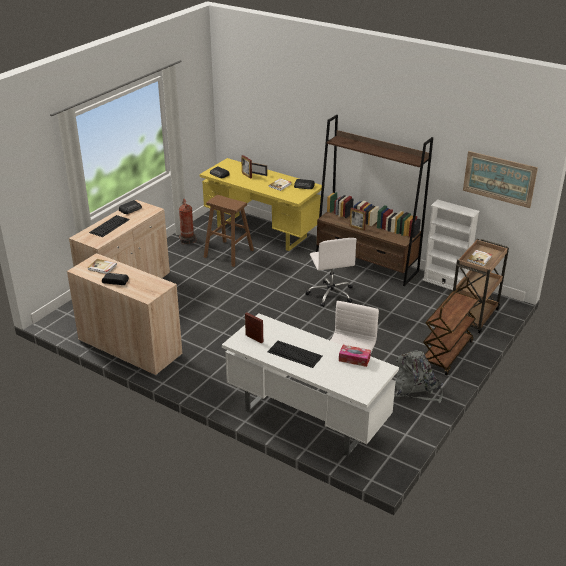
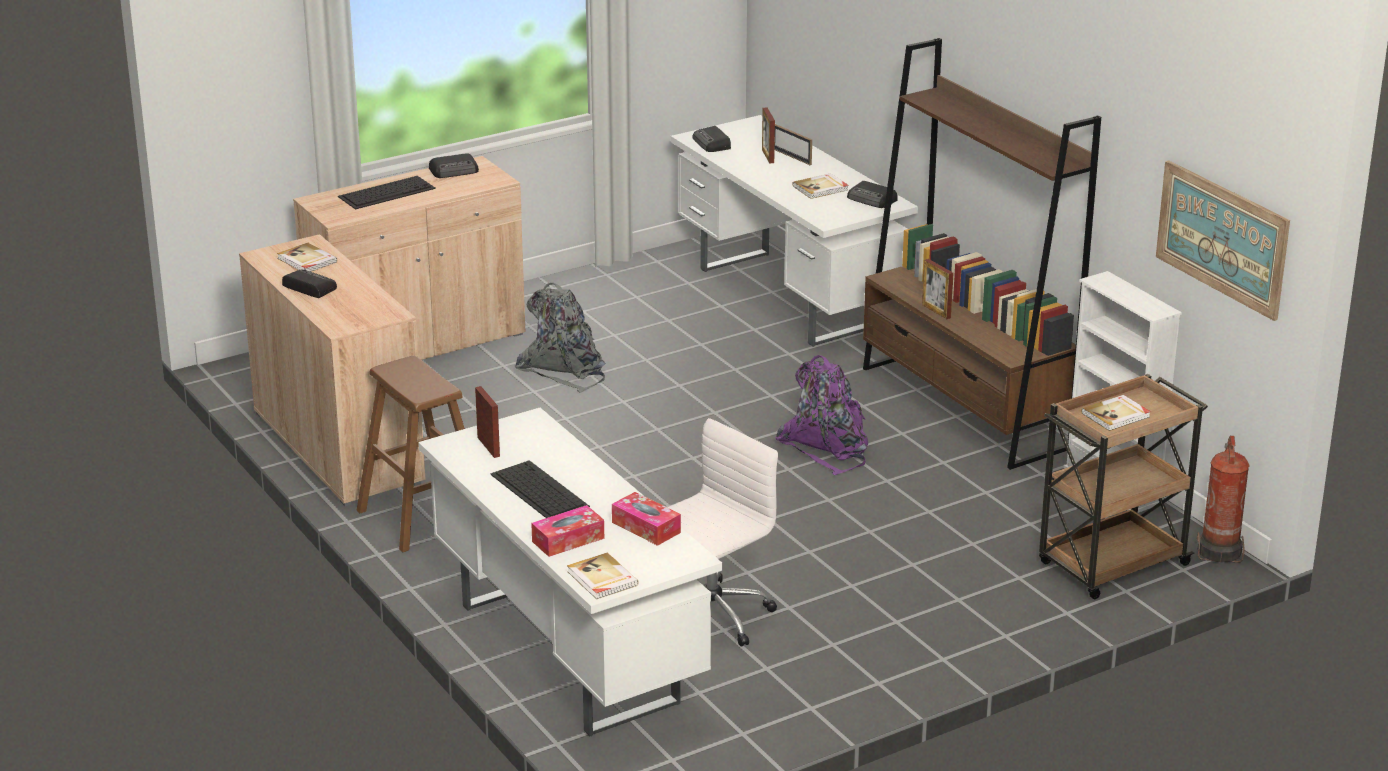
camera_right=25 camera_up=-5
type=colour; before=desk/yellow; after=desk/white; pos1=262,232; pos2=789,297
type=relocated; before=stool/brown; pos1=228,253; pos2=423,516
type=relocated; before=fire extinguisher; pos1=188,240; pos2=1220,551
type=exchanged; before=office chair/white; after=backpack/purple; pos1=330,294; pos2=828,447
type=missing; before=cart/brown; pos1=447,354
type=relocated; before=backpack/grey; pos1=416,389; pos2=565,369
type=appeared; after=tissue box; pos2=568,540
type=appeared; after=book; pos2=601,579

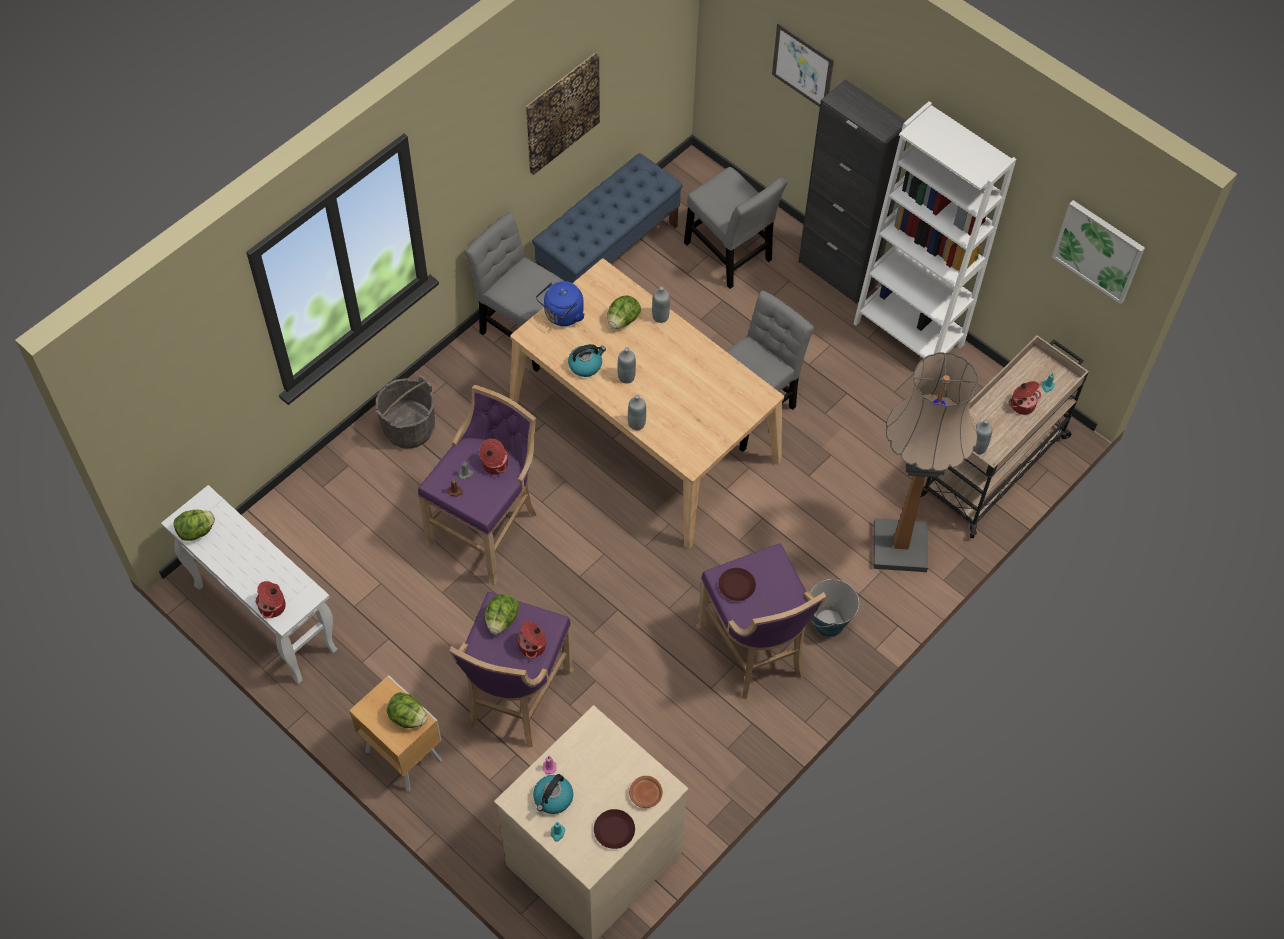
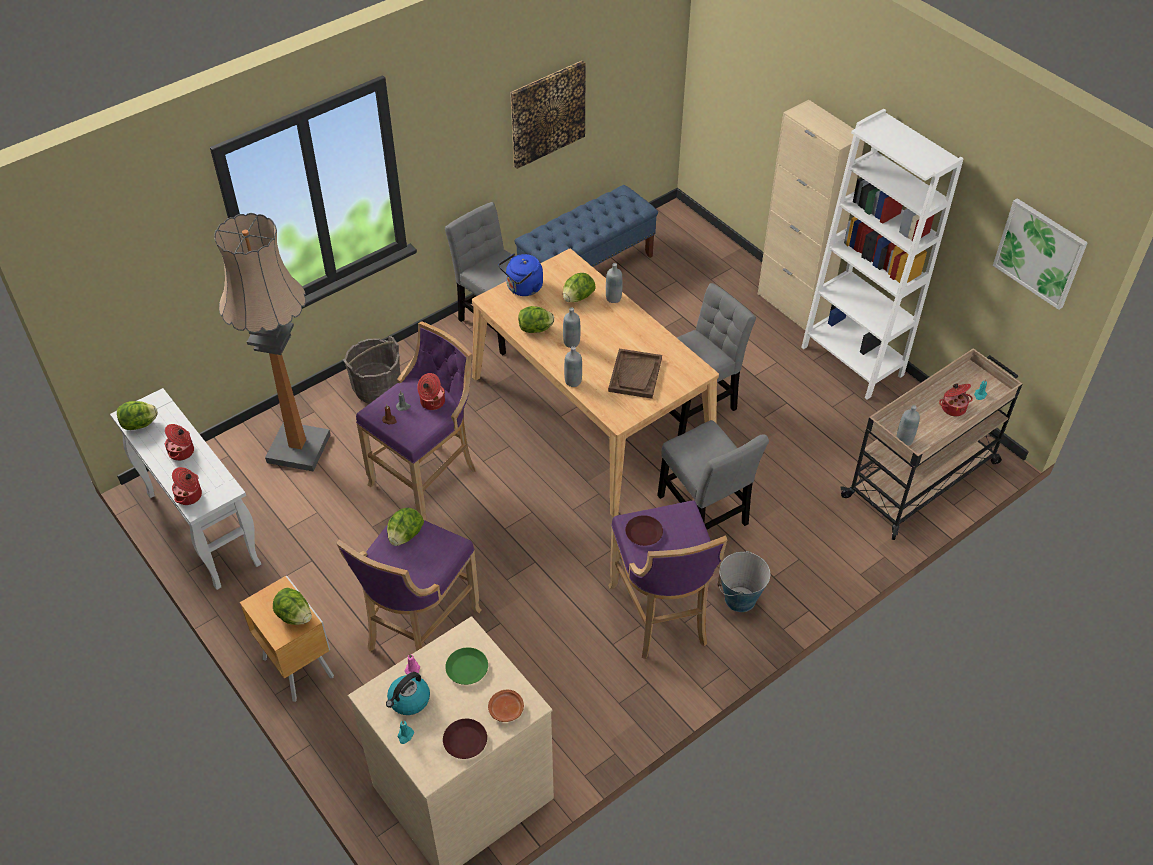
camera_right=10 camera_up=-10
type=missing; before=picture; pos1=802,66
type=colour; before=cabinet/black; after=cabinet/beige; pos1=838,273; pos2=792,306
type=relocated; before=chair/grey; pos1=730,255; pos2=704,514
type=exchanged; before=kettle; after=lettuce; pos1=586,365; pos2=535,329
type=relocated; before=floor lamp; pos1=899,547; pos2=298,448
type=relocated; before=cooking pot; pos1=533,646; pos2=182,452
type=appeared; after=tray/brown; pos2=635,375
type=appeared; after=plate/green; pos2=467,668

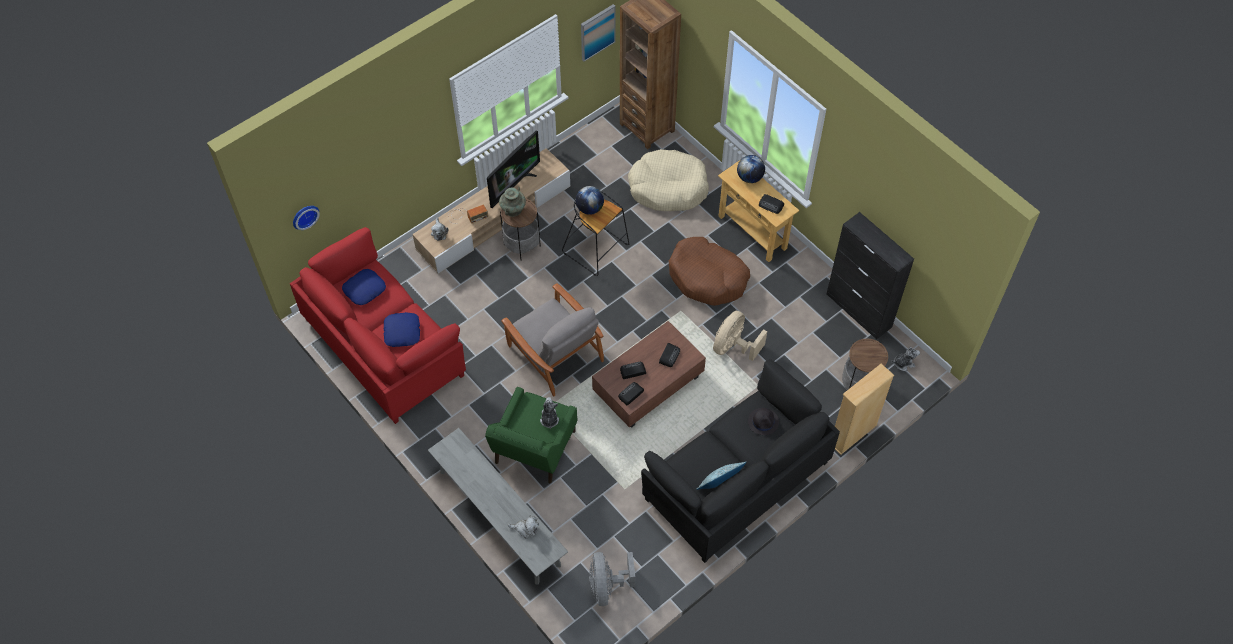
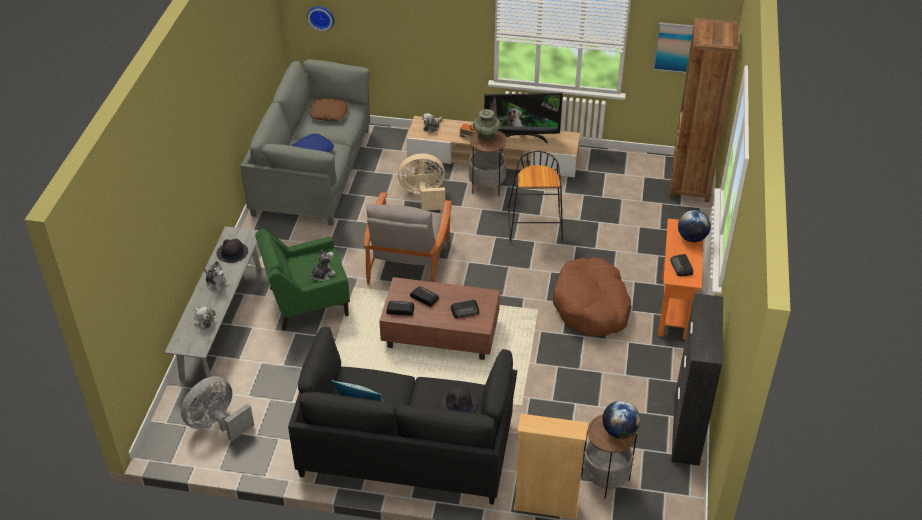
camera_right=50 camera_up=-15
type=missing; before=dog bed/beige; pos1=668,187
type=colour; before=console table/beige; after=console table/orange; pos1=752,232; pos2=674,307
type=relocated; before=globe; pos1=590,208; pos2=619,431
type=colour; before=sofa/red; after=sofa/grey; pos1=384,346; pos2=313,172
type=colour; before=pillow/blue; after=pillow/brown; pos1=364,289; pos2=329,113
type=relocated; before=fan/beige; pos1=733,347; pos2=424,196
type=relocated; before=plush toy; pos1=903,363; pos2=217,283
type=appeared; after=hat/black; pos2=232,253

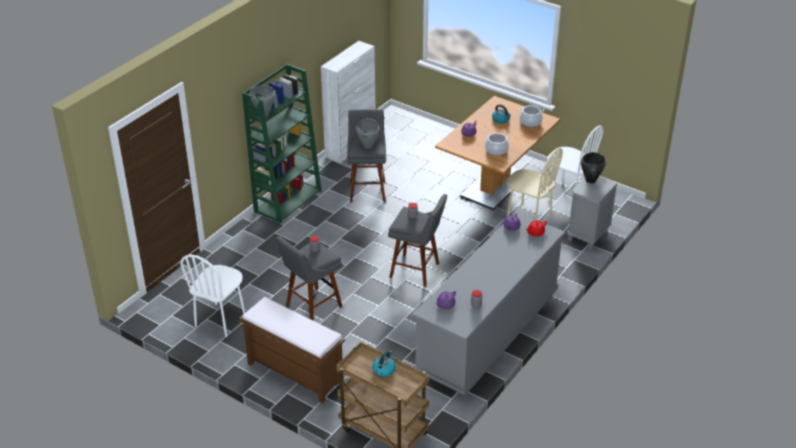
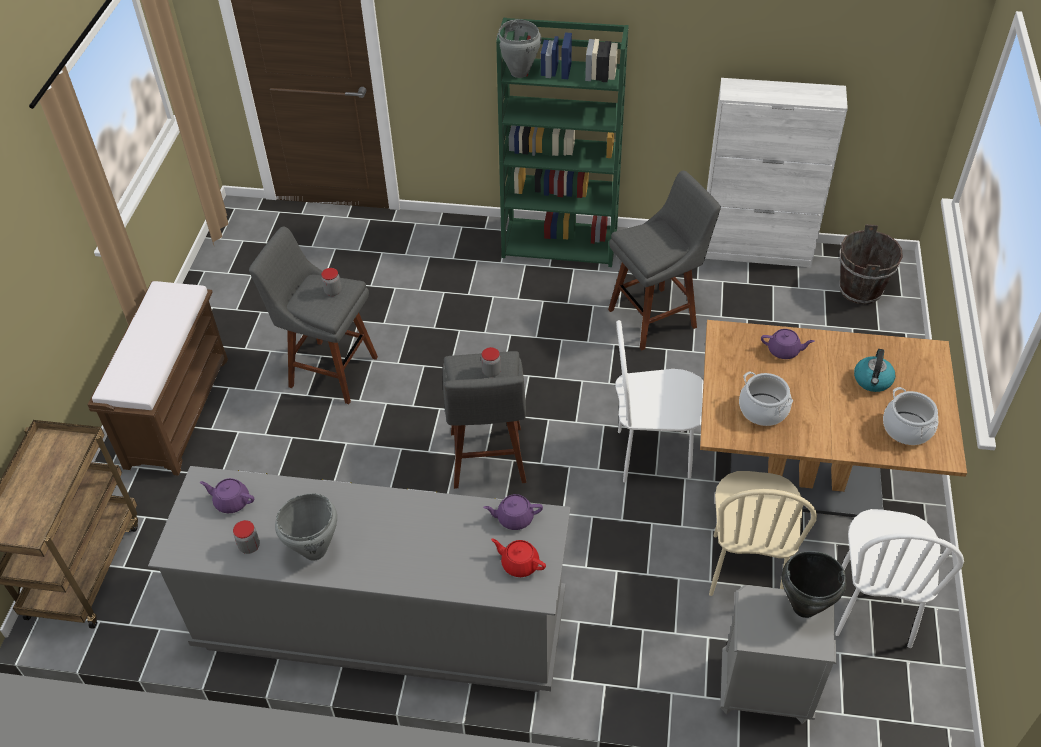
camera_right=65 camera_up=10
type=relocated; before=cooking pot/grey; pos1=368,146; pos2=315,551
type=relocated; before=chair/white; pos1=220,320; pos2=653,454
type=missing; before=kettle; pos1=384,370
type=appeared; after=bucket/brown; pos2=860,290

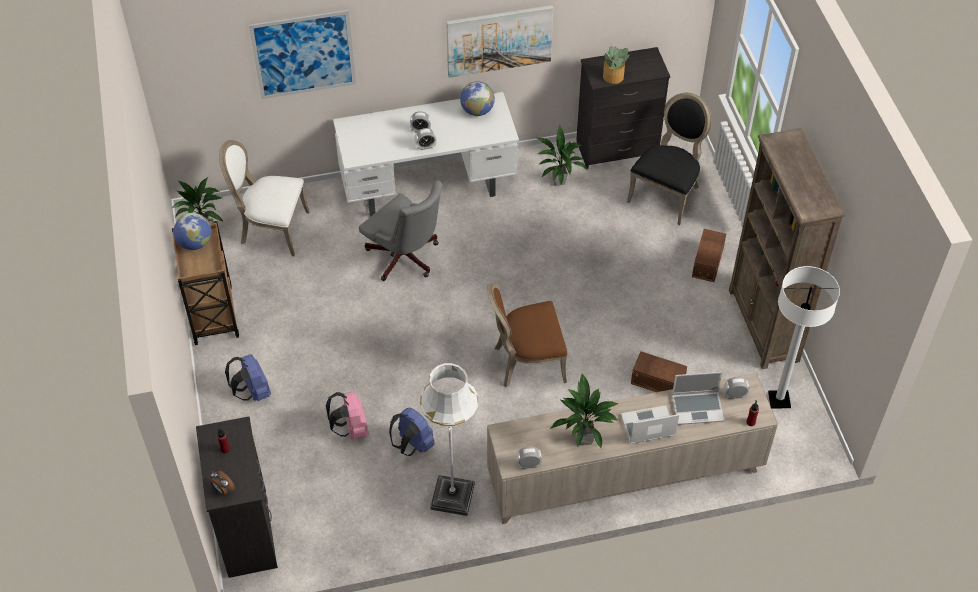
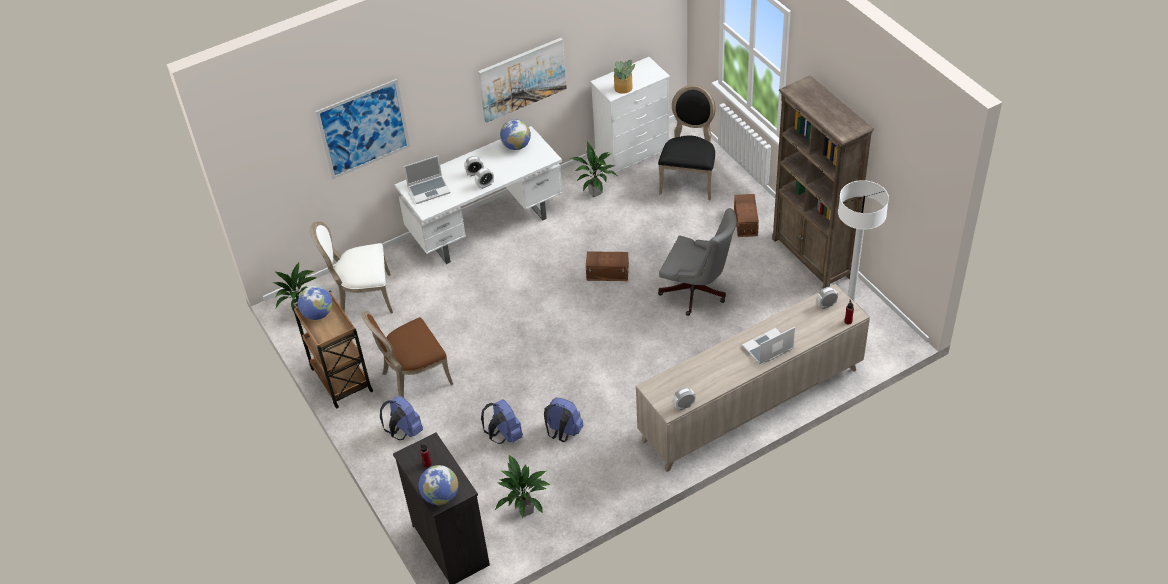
camera_right=-15 camera_up=-5
type=colour; before=dresser/black; after=dresser/white; pos1=618,149; pos2=633,155
type=relocated; before=office chair/grey; pos1=406,259; pos2=697,293
type=relocated; before=chair/brown; pos1=526,362; pos2=413,377
type=relocated; before=storage box/brown; pos1=657,381; pos2=607,272
type=missing; before=floor lamp/white; pos1=452,496
type=relocated; before=laptop; pos1=698,408; pos2=429,190
type=relocated; before=potted plant; pos1=585,438; pos2=526,510
type=colour; before=backpack/pink; after=backpack/blue; pos1=351,429; pos2=504,435
type=exchanged; before=alarm clock; after=globe; pos1=223,490; pos2=440,496

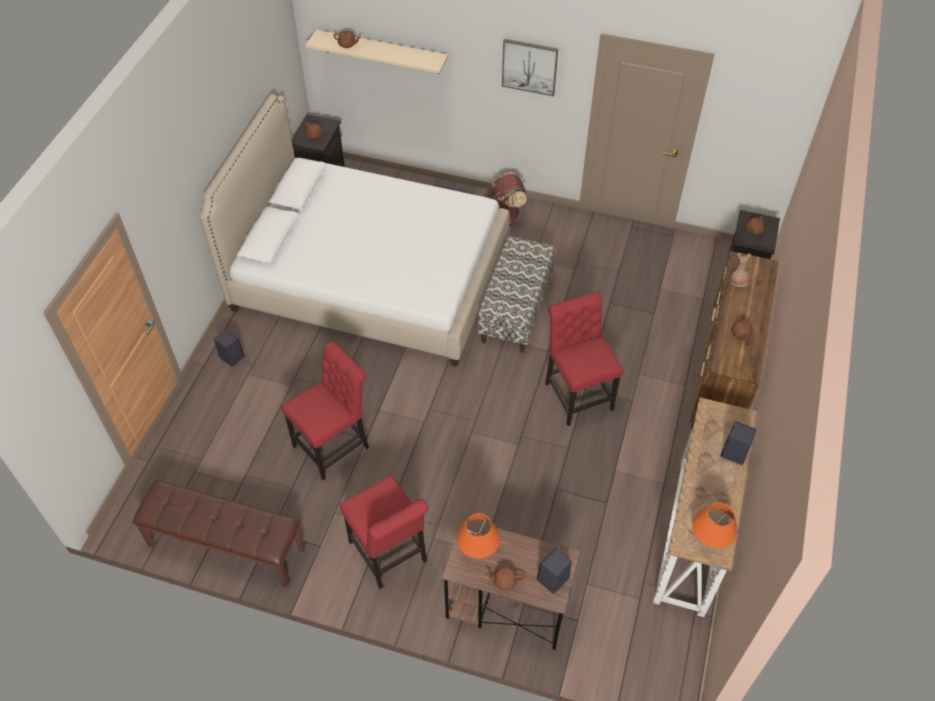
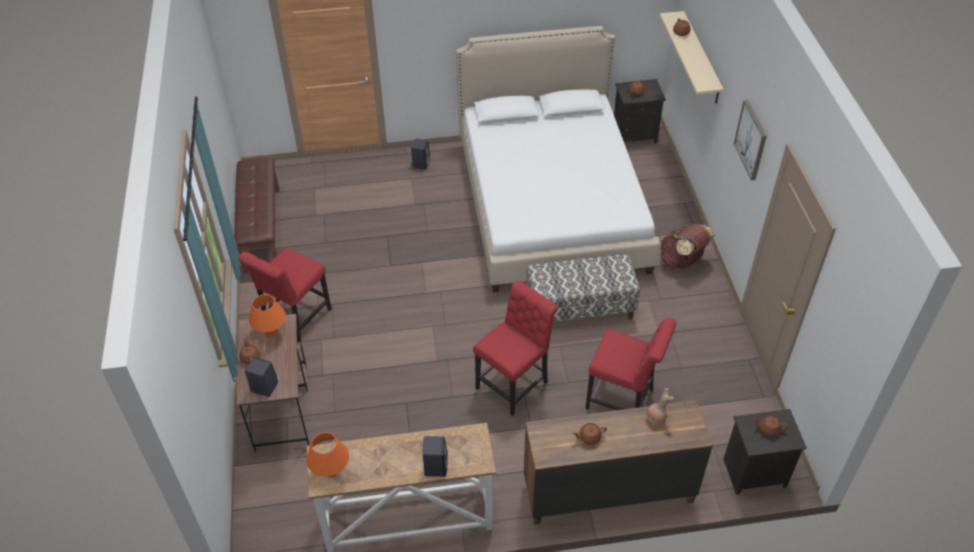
camera_right=65 camera_up=-5
type=relocated; before=chair/red; pos1=334,445; pos2=623,400

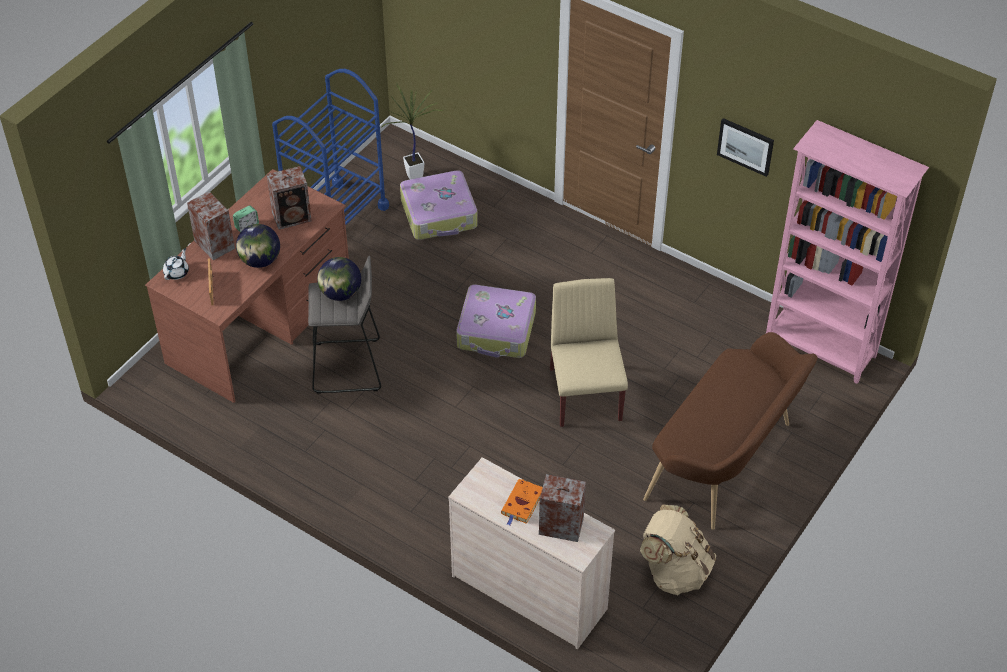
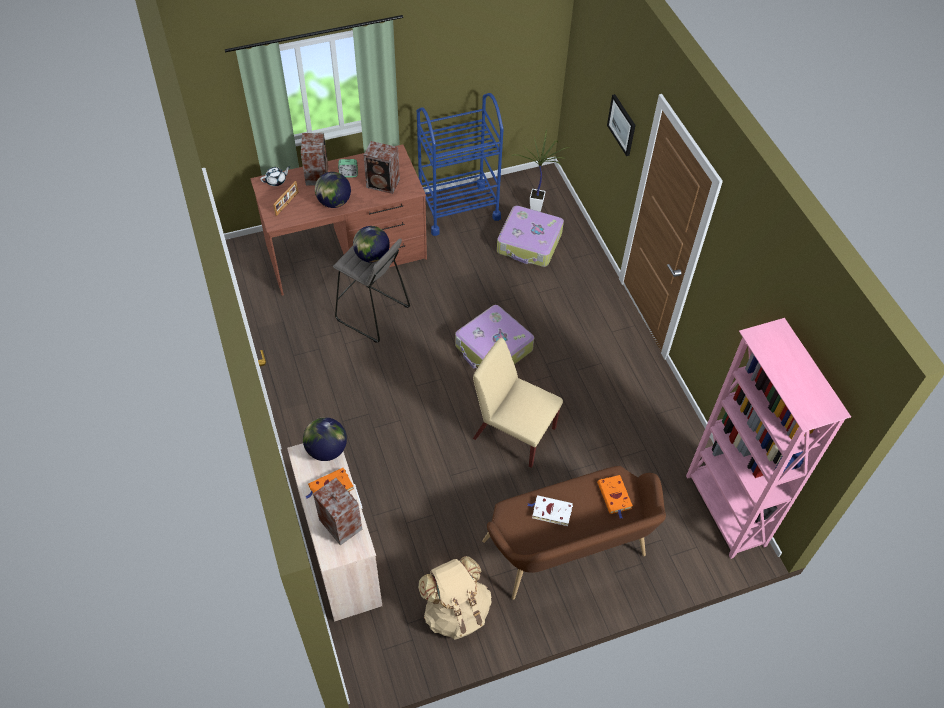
camera_right=35 camera_up=5
type=relocated; before=picture; pos1=745,146; pos2=622,125
type=spun; before=chair/beige; pos1=585,393; pos2=513,433; turn=-90
type=appeared; after=globe; pos2=326,449
type=appeared; after=book/orange; pos2=615,497
type=appeared; after=book/white; pos2=550,511

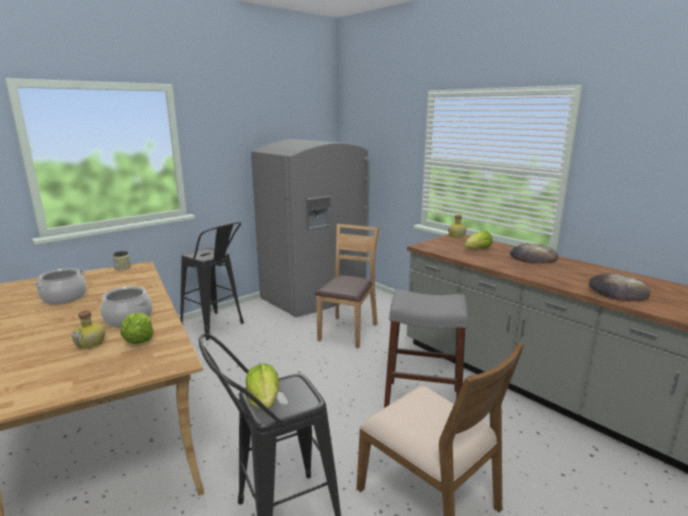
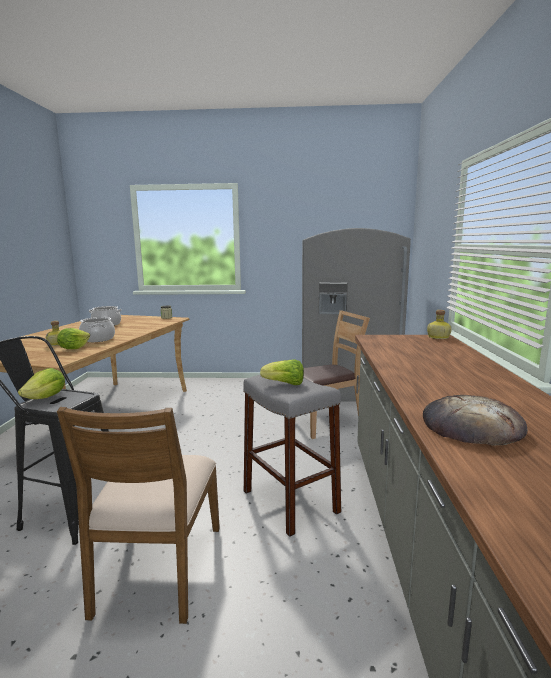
camera_right=45 camera_up=-5
type=missing; before=stool/black; pos1=216,327
type=relocated; before=lettuce; pos1=478,250; pos2=284,384
type=missing; before=bread; pos1=533,257

